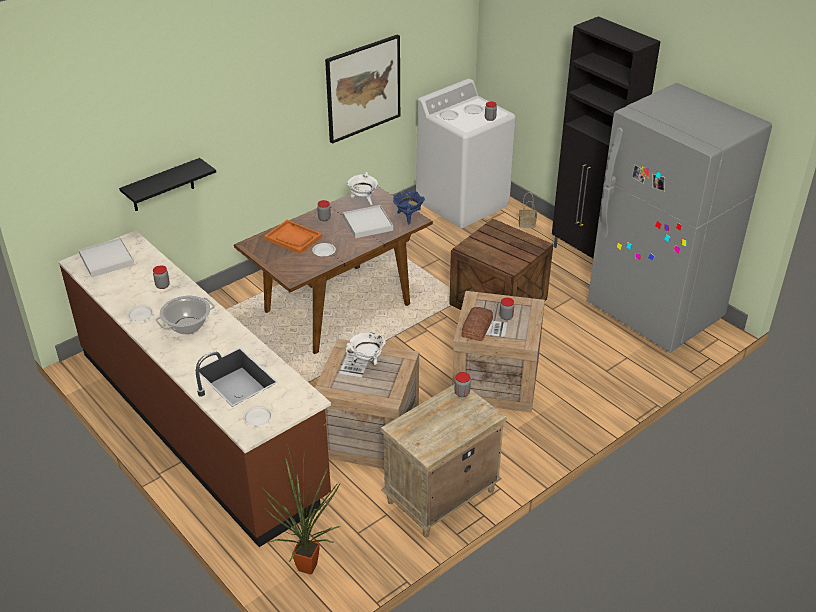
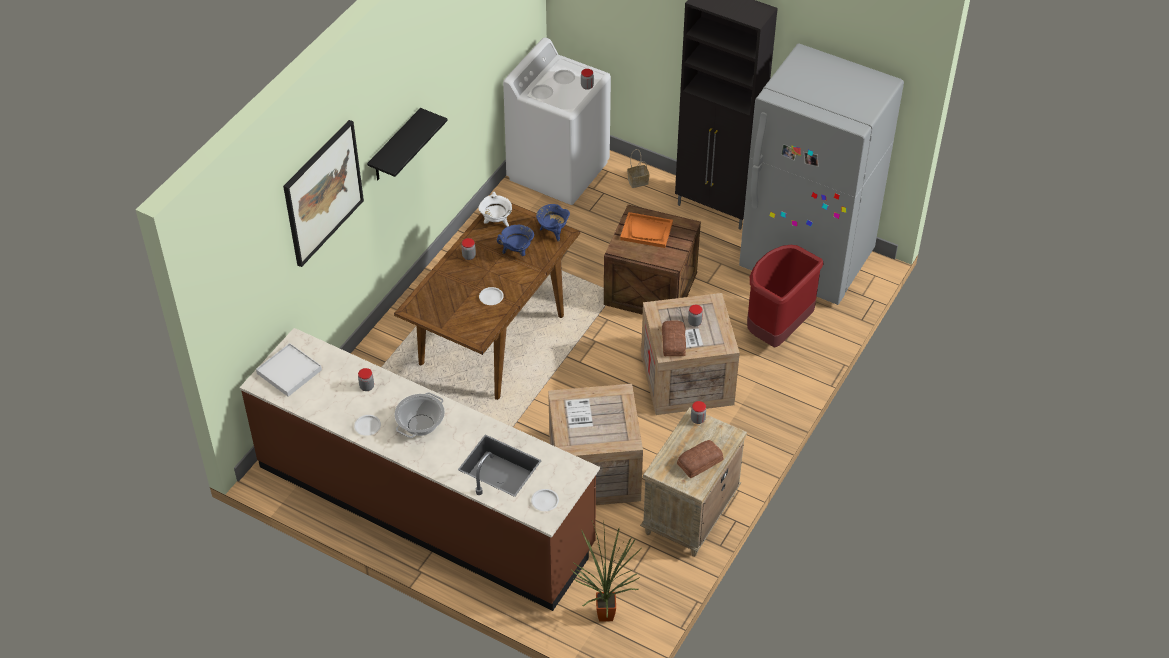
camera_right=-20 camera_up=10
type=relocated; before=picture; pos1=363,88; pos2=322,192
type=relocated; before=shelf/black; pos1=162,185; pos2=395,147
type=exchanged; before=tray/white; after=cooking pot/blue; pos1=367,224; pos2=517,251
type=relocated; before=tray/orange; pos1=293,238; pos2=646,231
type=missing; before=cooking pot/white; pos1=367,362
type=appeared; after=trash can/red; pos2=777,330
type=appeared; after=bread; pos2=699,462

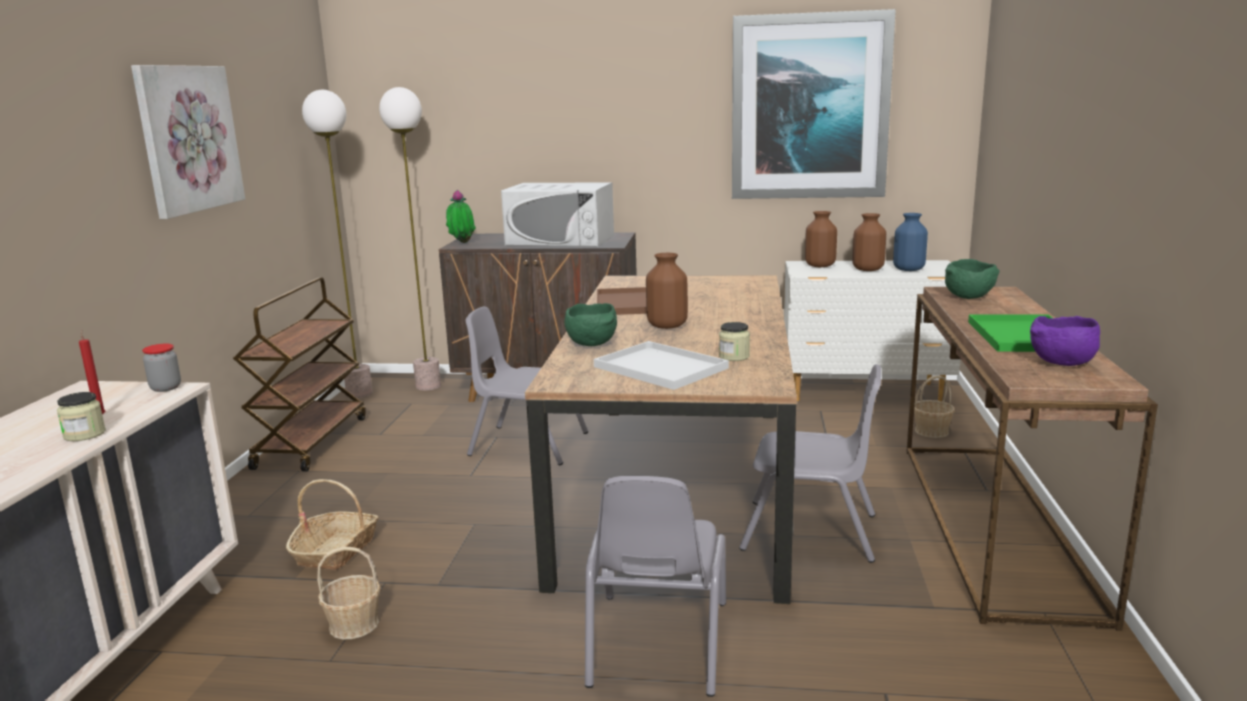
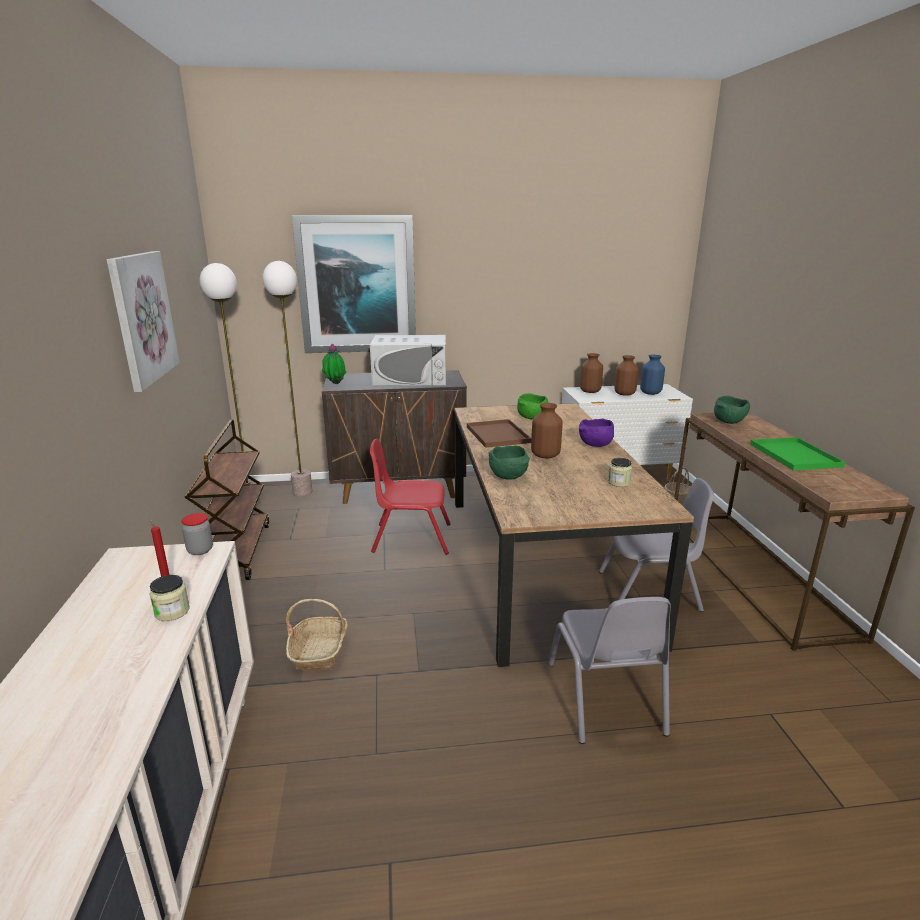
camera_right=-15 camera_up=5
type=relocated; before=picture; pos1=809,107; pos2=357,285
type=colour; before=chair/grey; after=chair/red; pos1=528,444; pos2=411,538
type=relocated; before=bowl/purple; pos1=1061,364; pos2=595,445
type=missing; before=tray/white; pos1=663,367
type=missing; before=basket; pos1=354,625
type=appeared; after=bowl/green; pos2=531,418

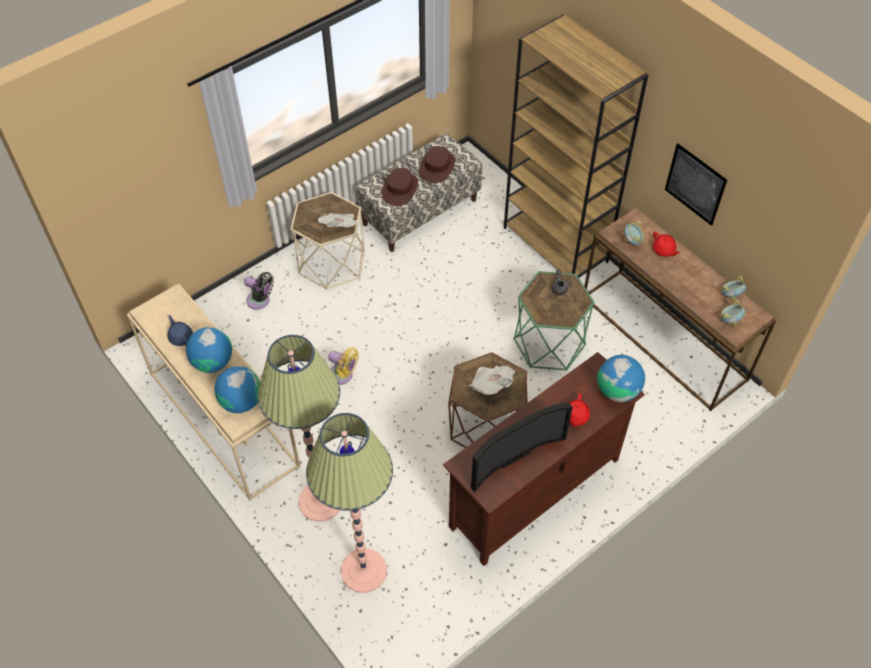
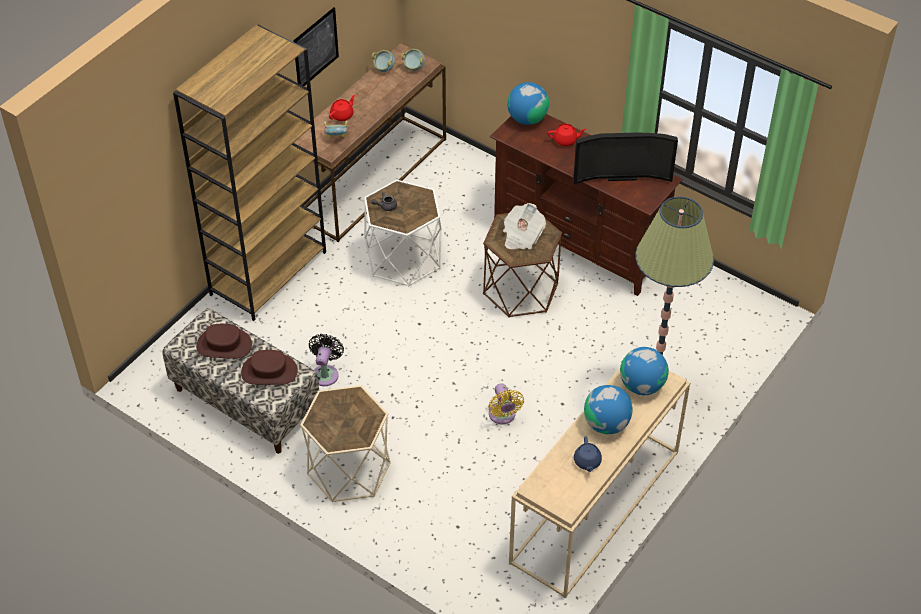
camera_right=-105 camera_up=-5
type=missing; before=newspaper; pos1=339,227
type=colour; before=side table/green; after=side table/white; pos1=549,342; pos2=404,259
type=relocated; before=fan/black; pos1=260,301; pos2=326,373
type=spun; before=teapot/blue; pos1=181,337; pos2=587,462; turn=-45
type=spun; before=fan/yellow; pos1=343,375; pos2=503,416; turn=150
type=spun; before=television; pos1=510,454; pos2=620,174; turn=135
type=missing; before=floor lamp; pos1=363,570

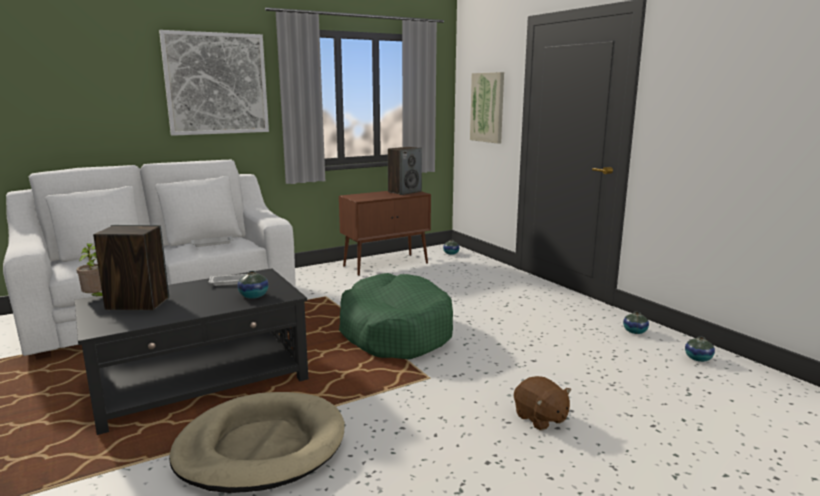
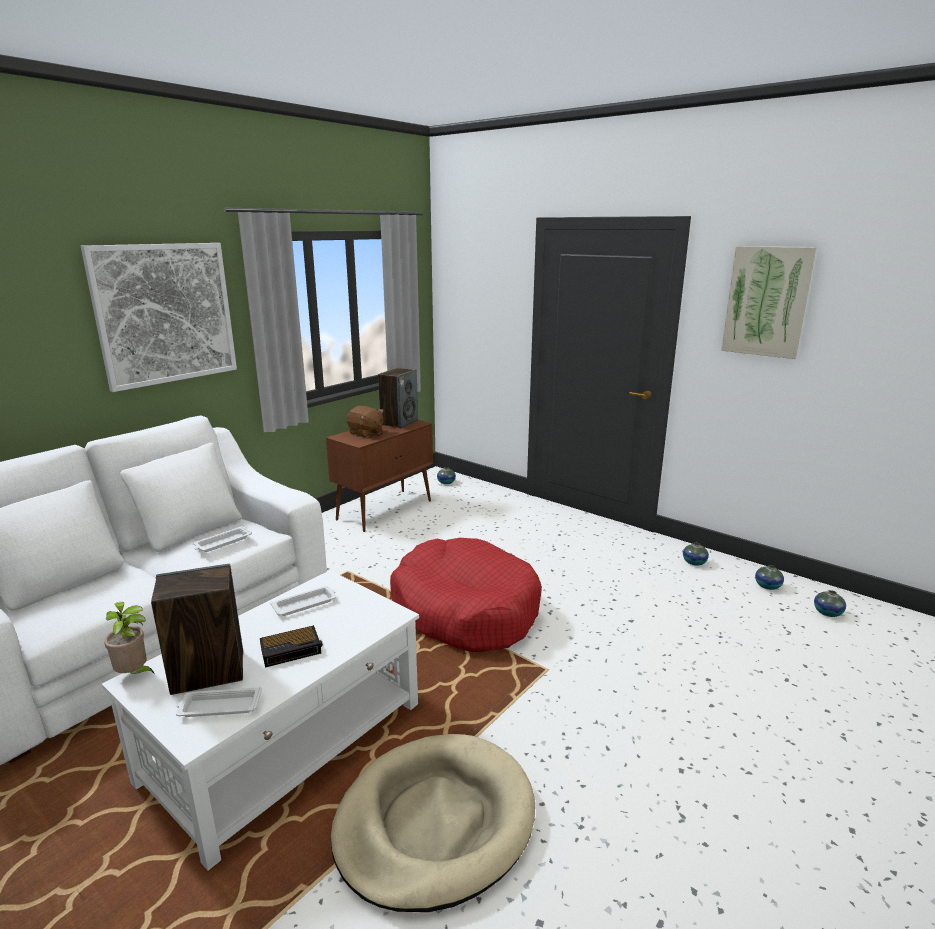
camera_right=-20 camera_up=5
type=relocated; before=picture; pos1=487,107; pos2=767,301
type=colour; before=coffee table/black; after=coffee table/white; pos1=201,382; pos2=287,741
type=relocated; before=vase; pos1=253,296; pos2=827,613
type=colour; before=dog bed/green; after=dog bed/red; pos1=395,332; pos2=465,610
type=relocated; before=plush toy/brown; pos1=540,418; pos2=366,433
type=appeared; after=alarm clock; pos2=292,650
type=appeared; after=tray/white; pos2=219,707

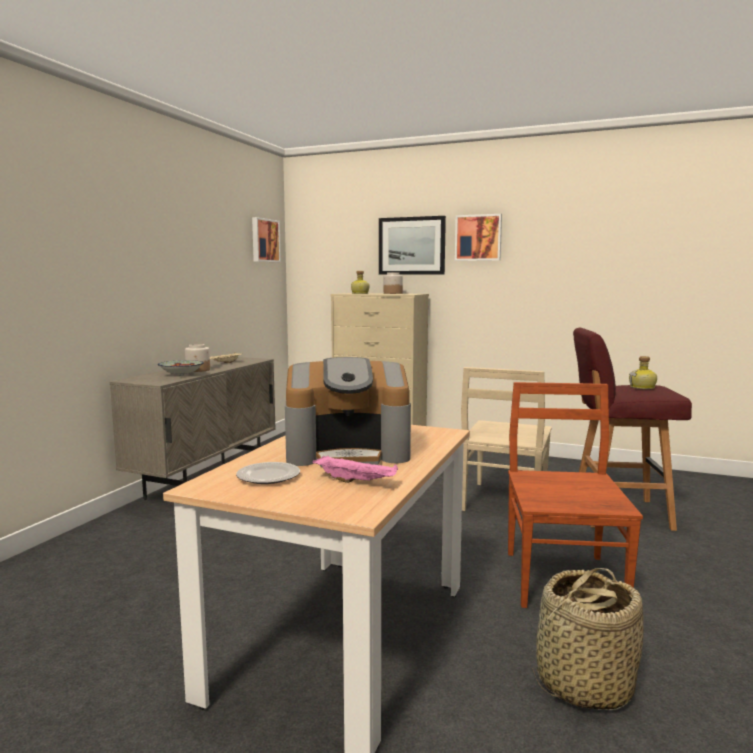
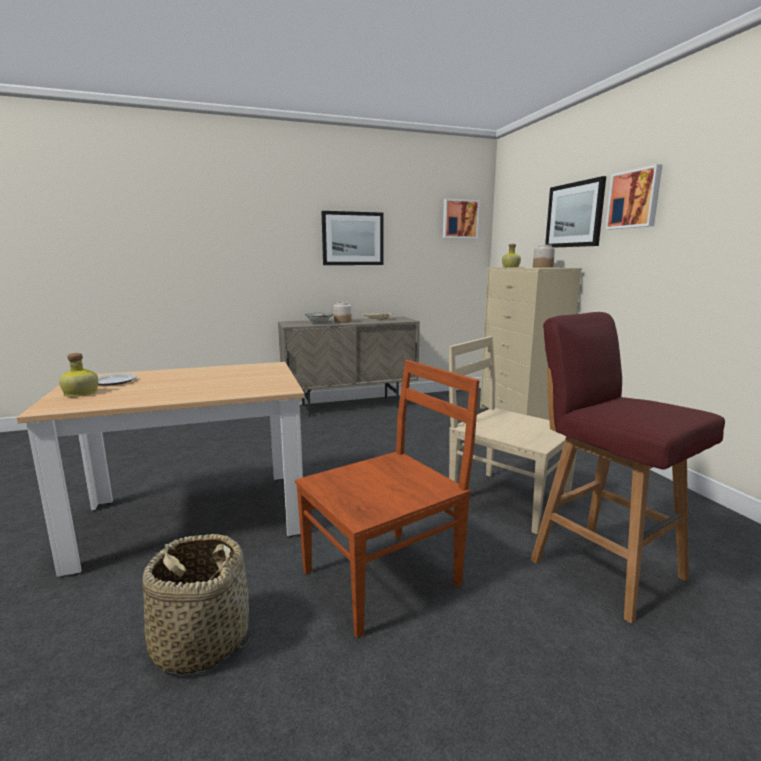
camera_right=50 camera_up=5
type=relocated; before=bottle; pos1=643,387; pos2=80,393
type=missing; before=coffee machine; pos1=348,452
type=spun; before=chair/beige; pos1=504,501; pos2=506,499; turn=60
type=missing; before=tray/pink; pos1=356,481
type=appeared; after=picture; pos2=352,238

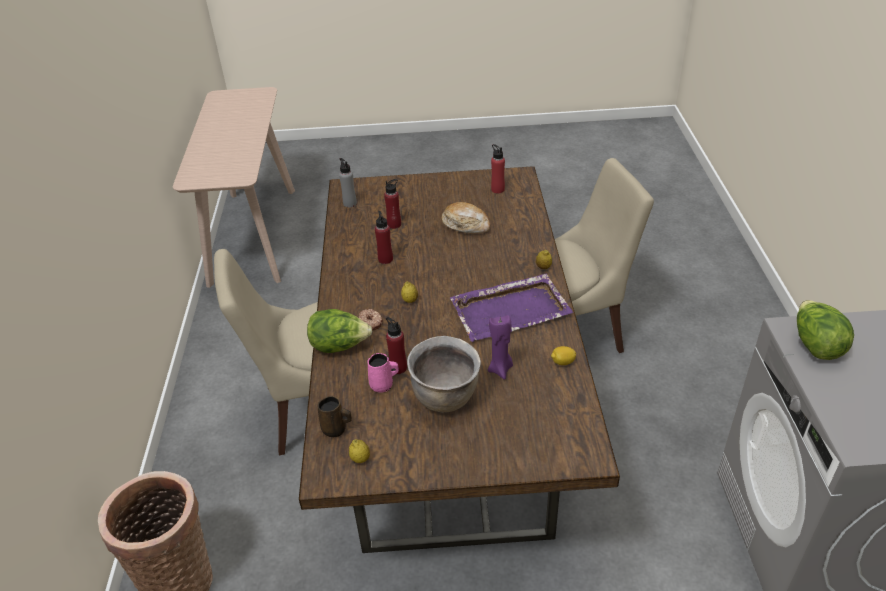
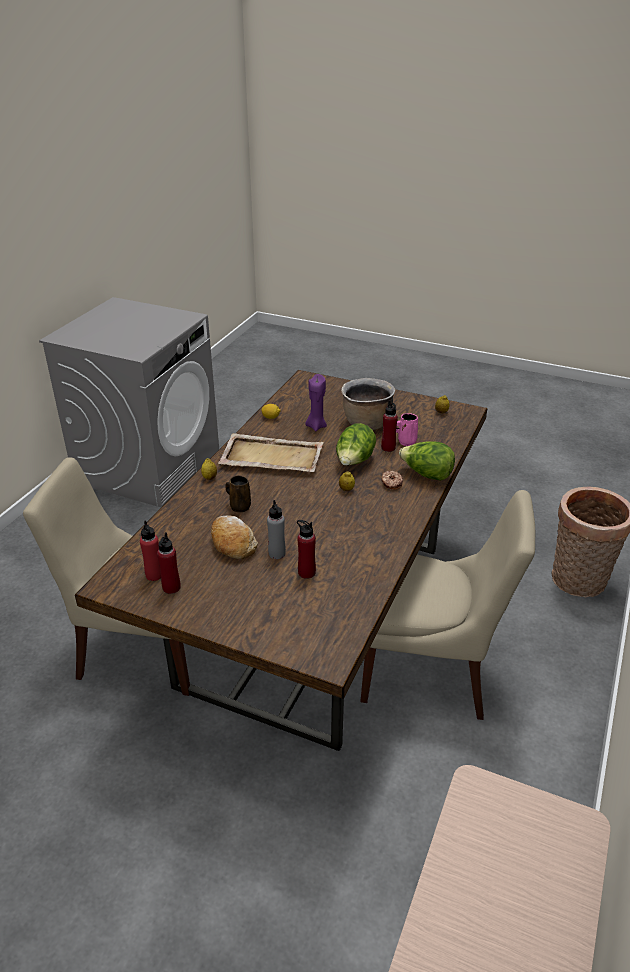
camera_right=-155 camera_up=-5
type=relocated; before=bottle/grey; pos1=350,203; pos2=277,553
type=relocated; before=bottle/red; pos1=385,259; pos2=171,587
type=colour; before=tray/purple; after=tray/beige; pos1=511,310; pos2=271,456
type=relocated; before=lettuce; pos1=815,345; pos2=354,462
type=relocated; before=mug/brown; pos1=335,429; pos2=239,506

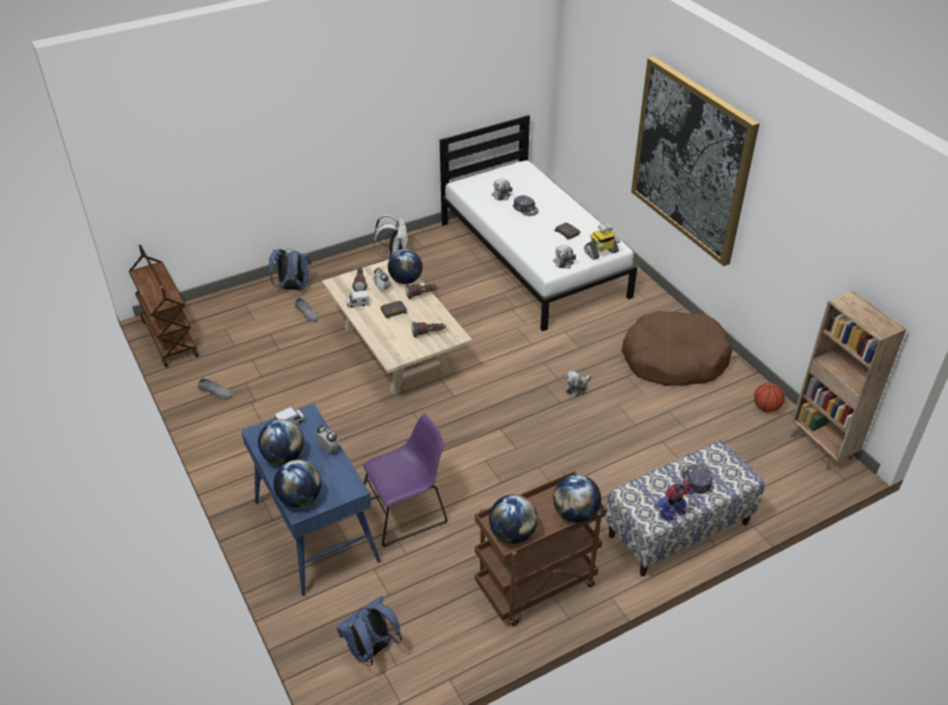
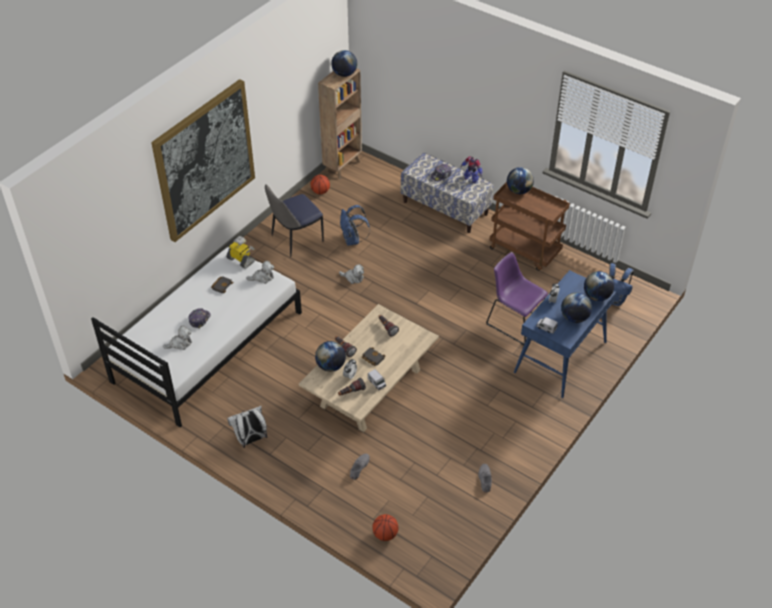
camera_right=-115 camera_up=5
type=missing; before=cart/brown; pos1=169,338
type=relocated; before=backpack/blue; pos1=293,288; pos2=352,240
type=exchanged; before=dog bed/brown; after=chair; pos1=673,359; pos2=296,239
type=relocated; before=globe; pos1=512,534; pos2=344,74
type=appeared; after=basketball; pos2=385,534

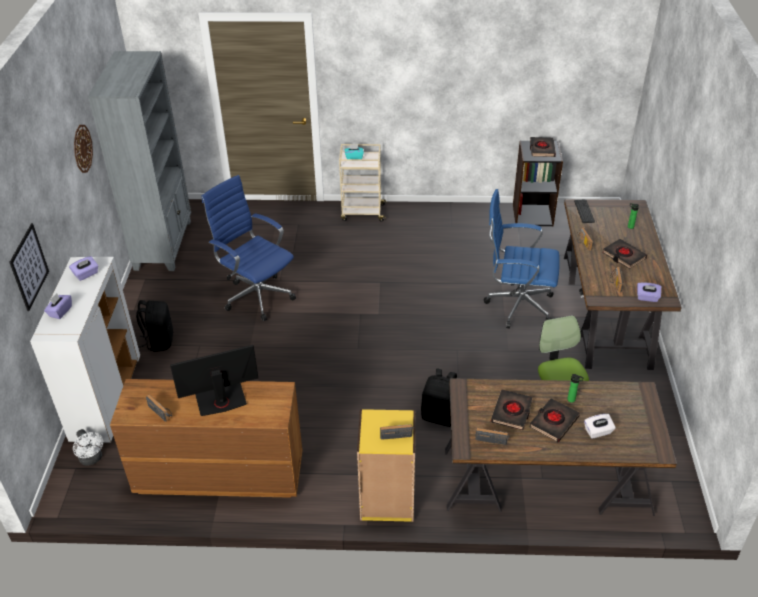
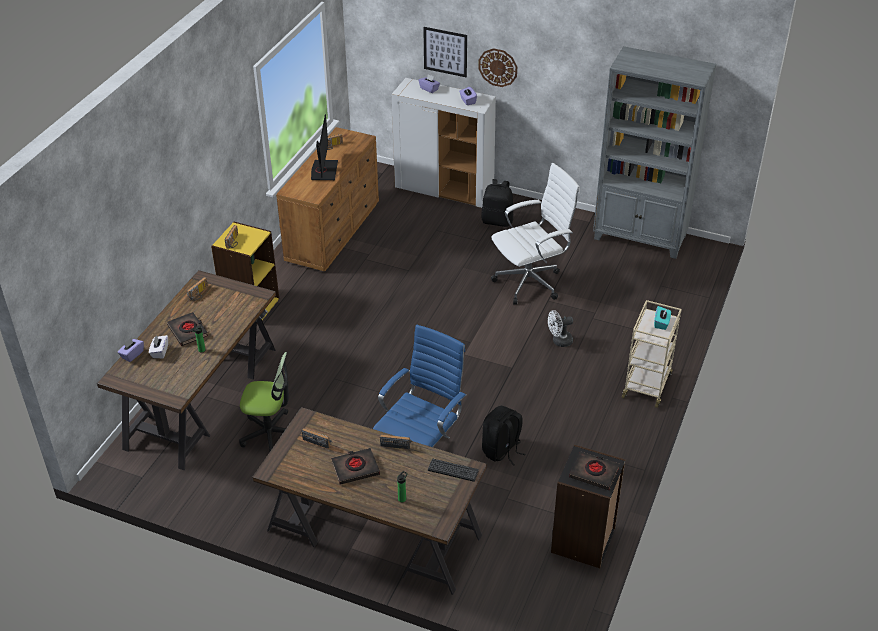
camera_right=110 camera_up=0
type=relocated; before=wall clock; pos1=82,148; pos2=498,67
type=colour; before=office chair/blue; after=office chair/white; pos1=256,296; pos2=531,282
type=relocated; before=tissue box/purple; pos1=647,298; pos2=132,354
type=relocated; before=backpack/black; pos1=440,416; pos2=502,450
type=missing; before=book/black; pos1=512,412
type=relocated; before=fan/white; pos1=92,459; pos2=559,341

